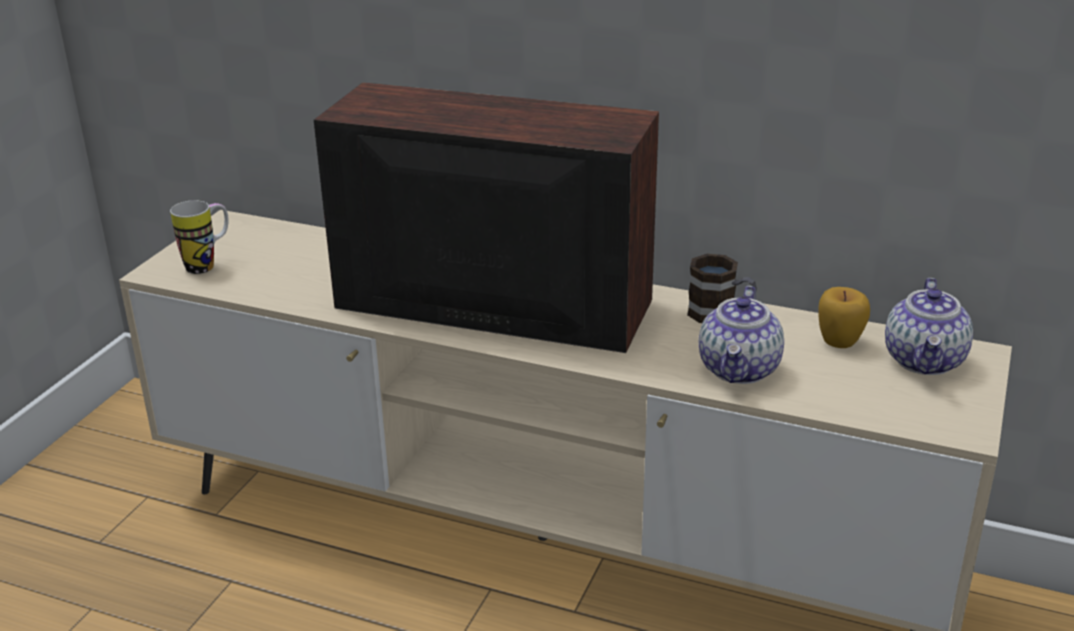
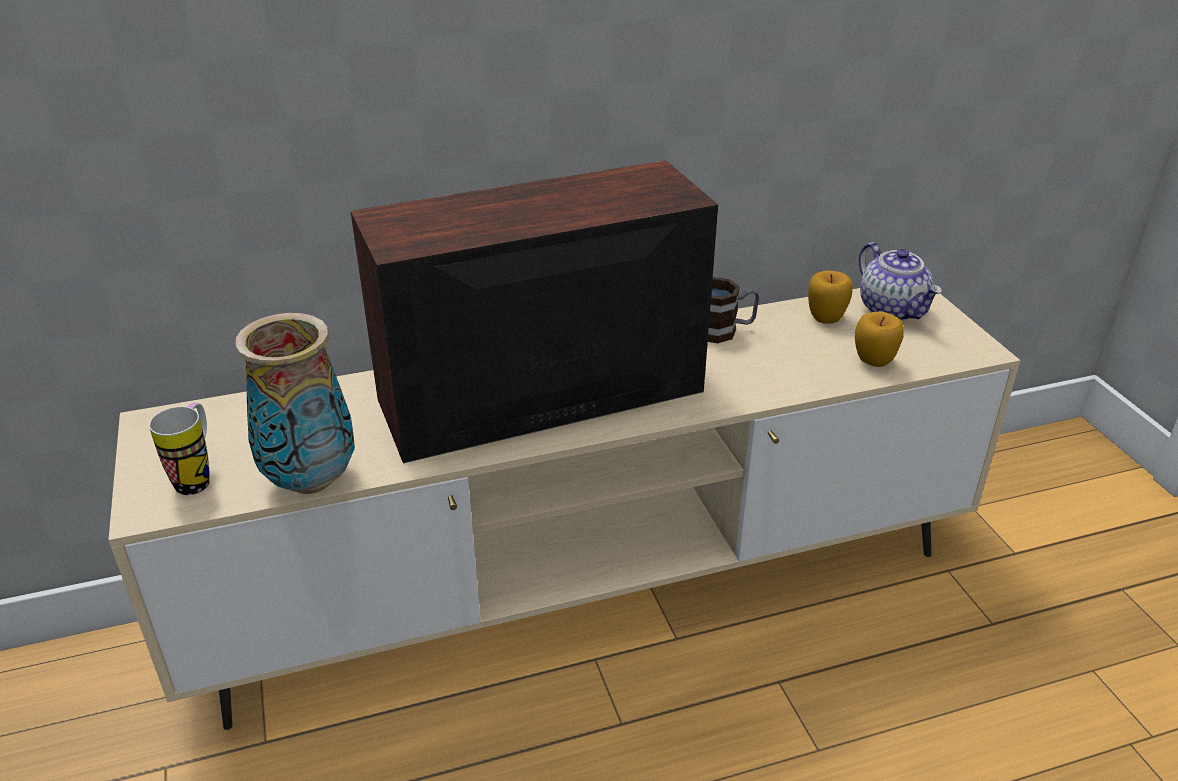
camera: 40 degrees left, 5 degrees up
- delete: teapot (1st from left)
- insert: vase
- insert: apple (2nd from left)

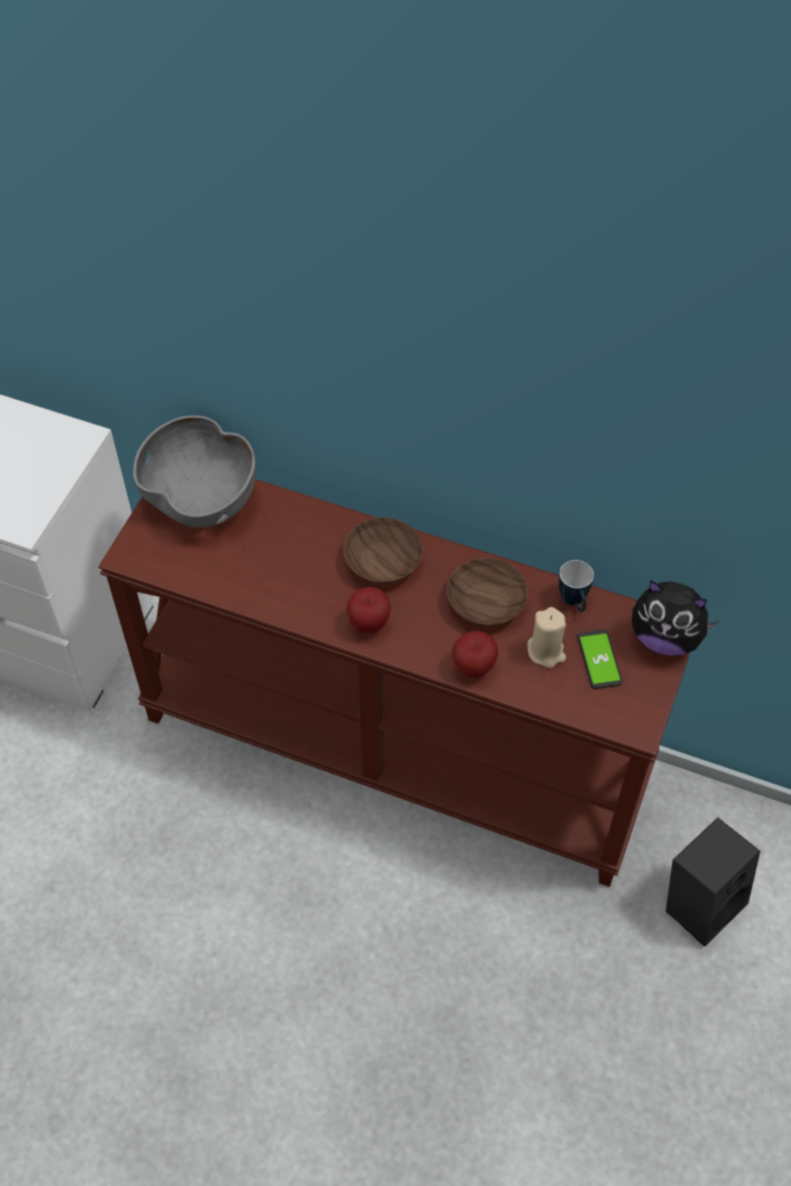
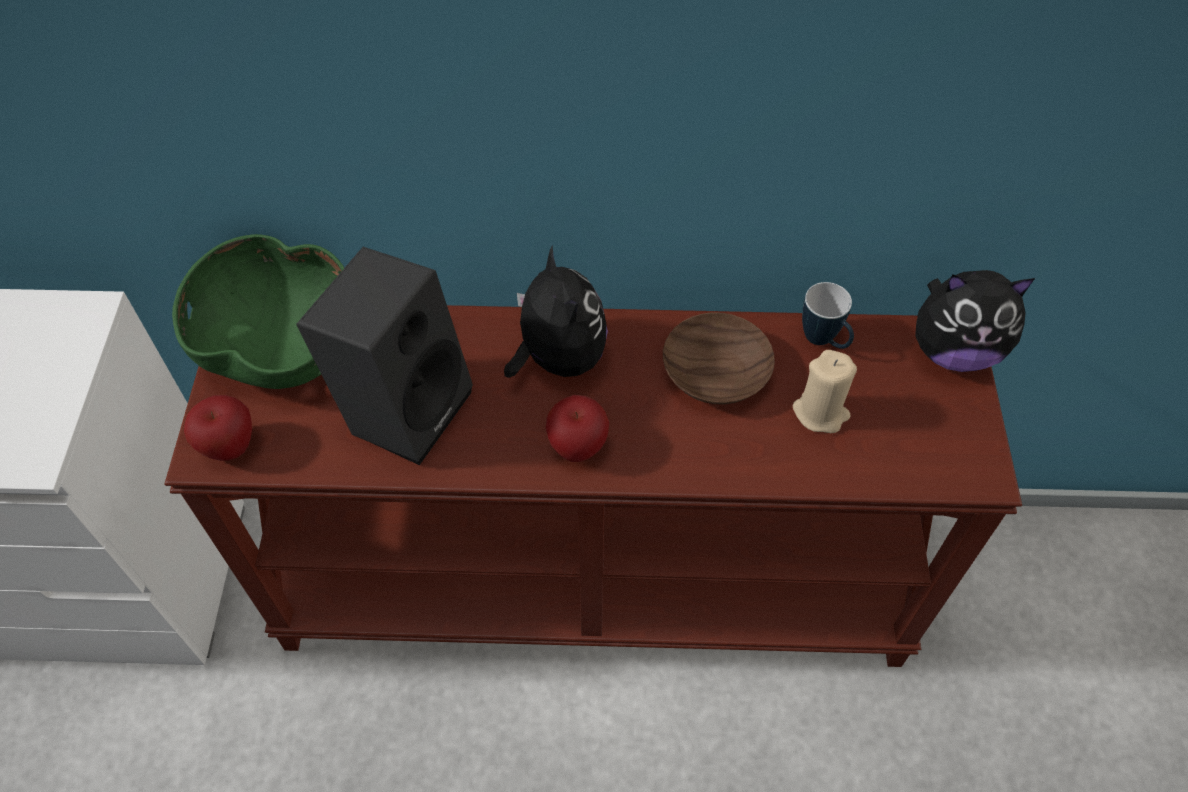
camera: 20 degrees left, 0 degrees up
- delete: phone
- move: apple (2nd from left in the first image) to apple (1st from left)
- move: speaker (black)
- replace: bowl (brown) (1st from left) to plush toy (1st from left)
- recolor: bowl (grey) to bowl (green)

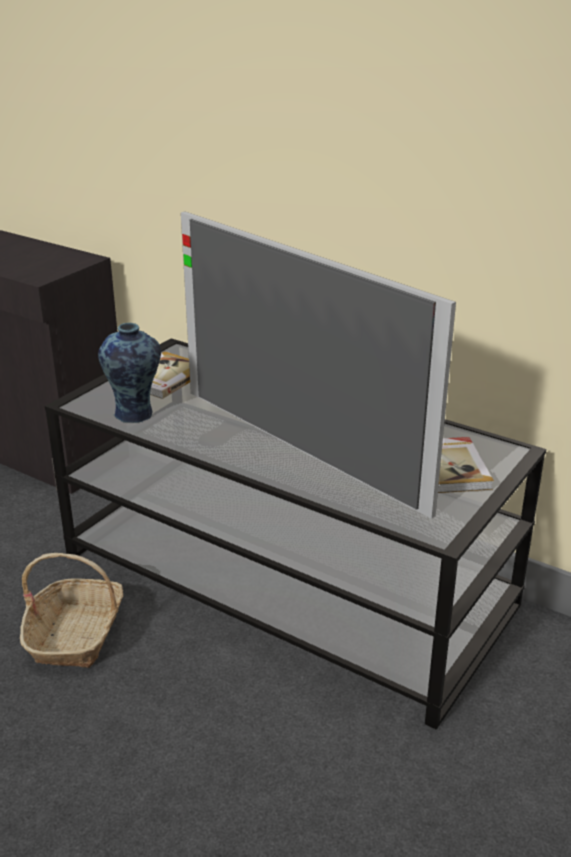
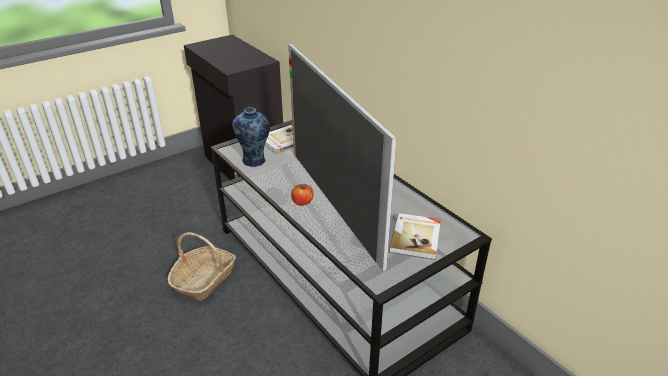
camera: 20 degrees right, 5 degrees up
- insert: apple

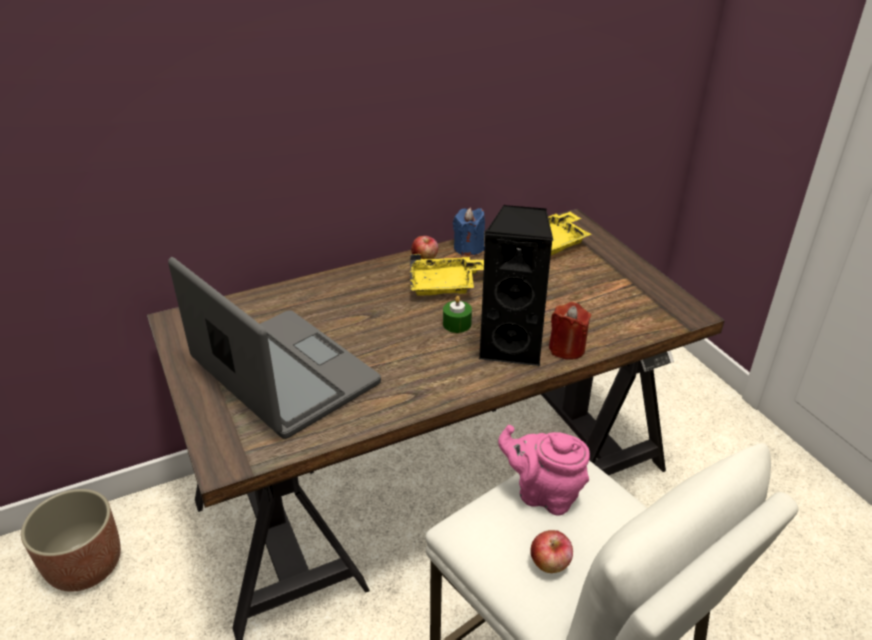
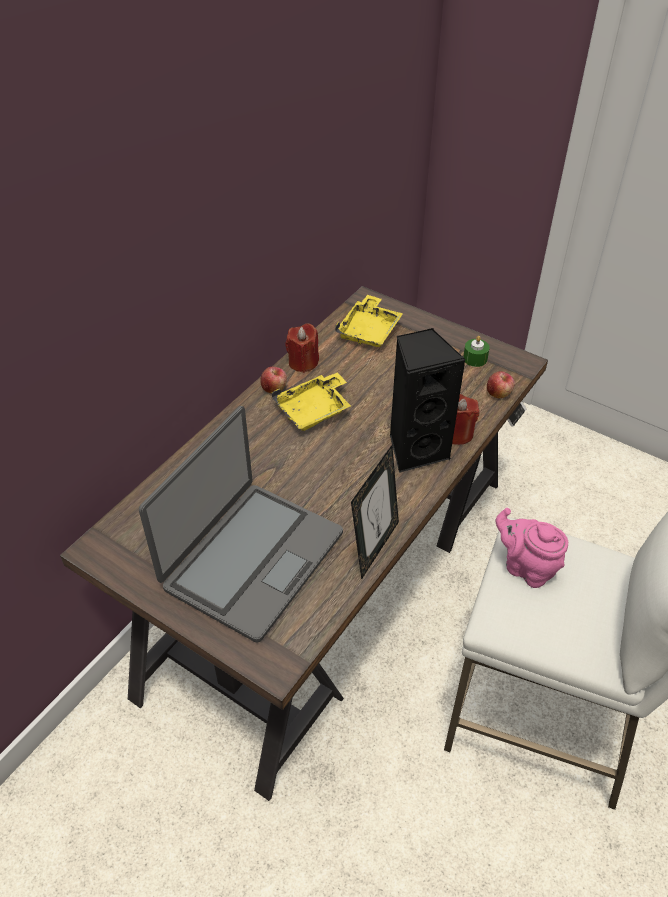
camera: 30 degrees left, 10 degrees up
- delete: planter
- insert: picture frame
- move: candle (green)
- move: apple (2nd from left)
- recolor: candle (blue) to candle (red) (1st from left)
- rotate: laptop 105 degrees clockwise
- rotate: teapot (pink) 45 degrees clockwise

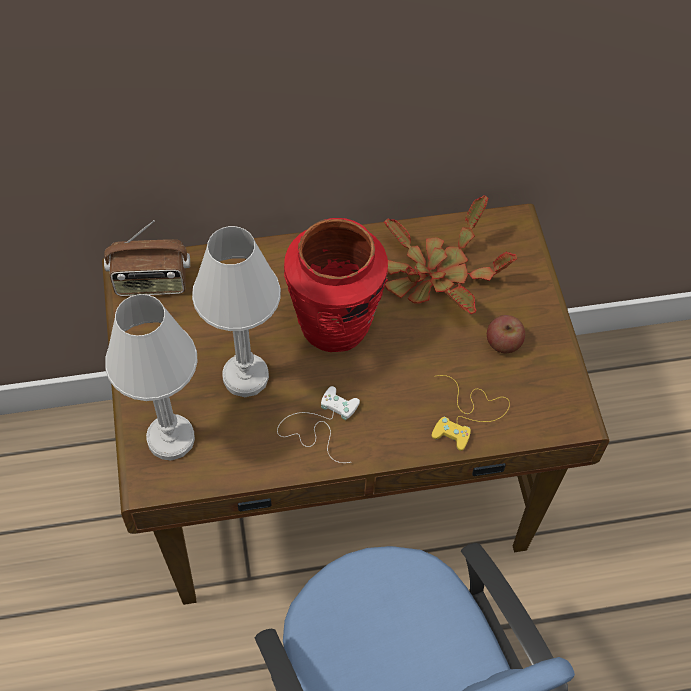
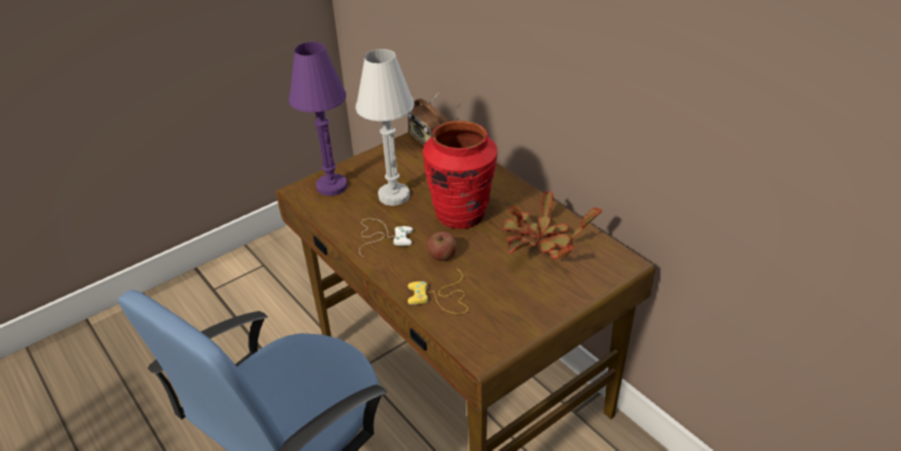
camera: 65 degrees right, 20 degrees down
- move: apple
- recolor: table lamp (white) (1st from left) to table lamp (purple)

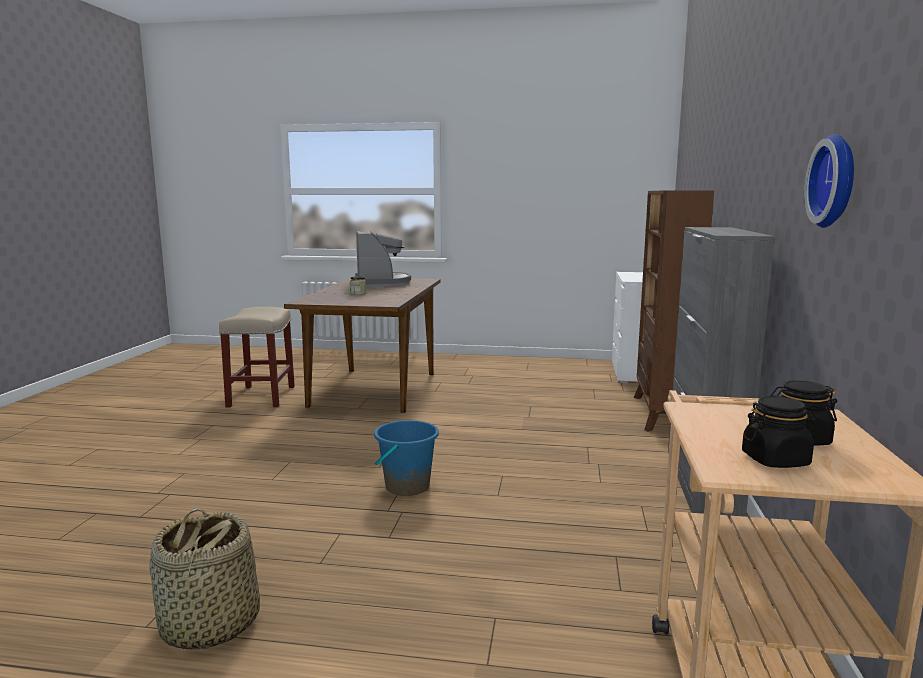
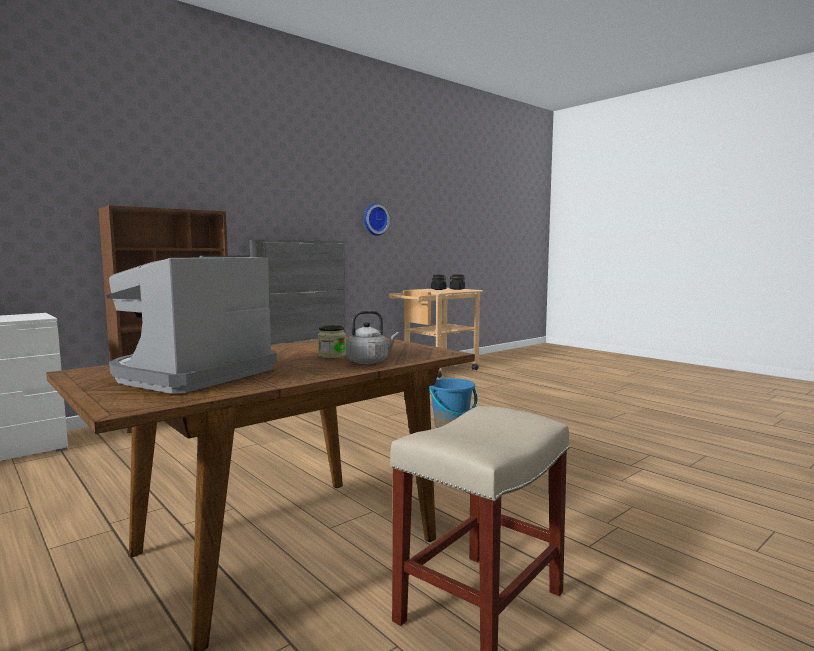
camera: 140 degrees left, 5 degrees down
- delete: basket
- insert: kettle (grey)

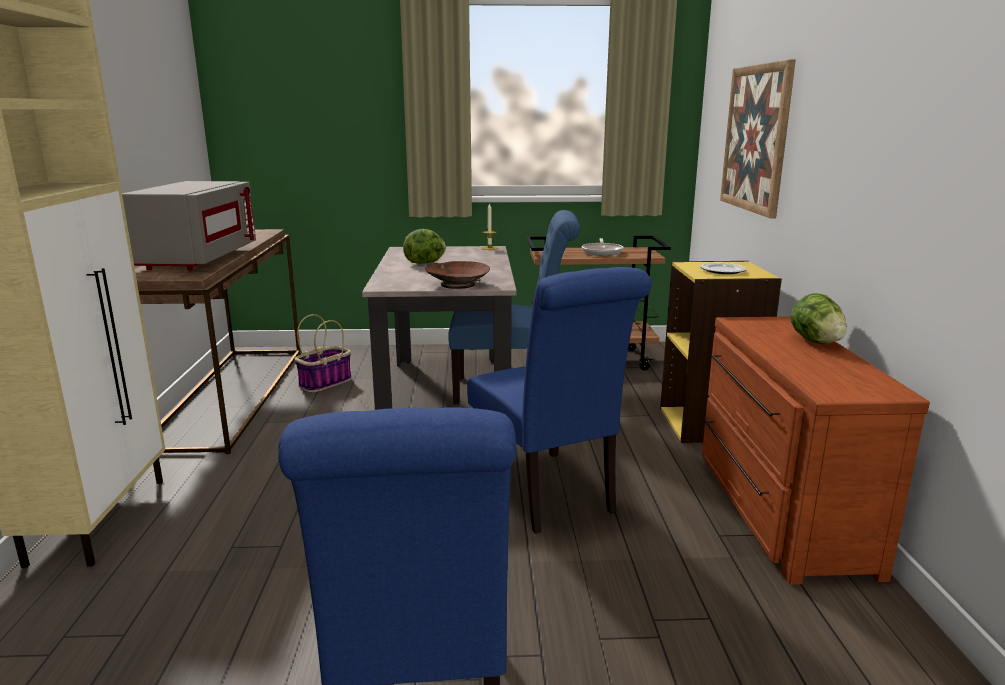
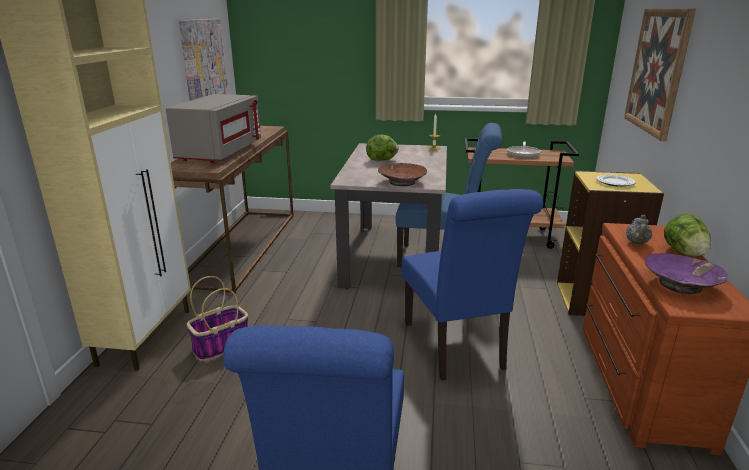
camera: 10 degrees right, 5 degrees up
- insert: picture (1st from left)
- insert: teapot (grey)
- insert: bowl (purple)
- move: basket

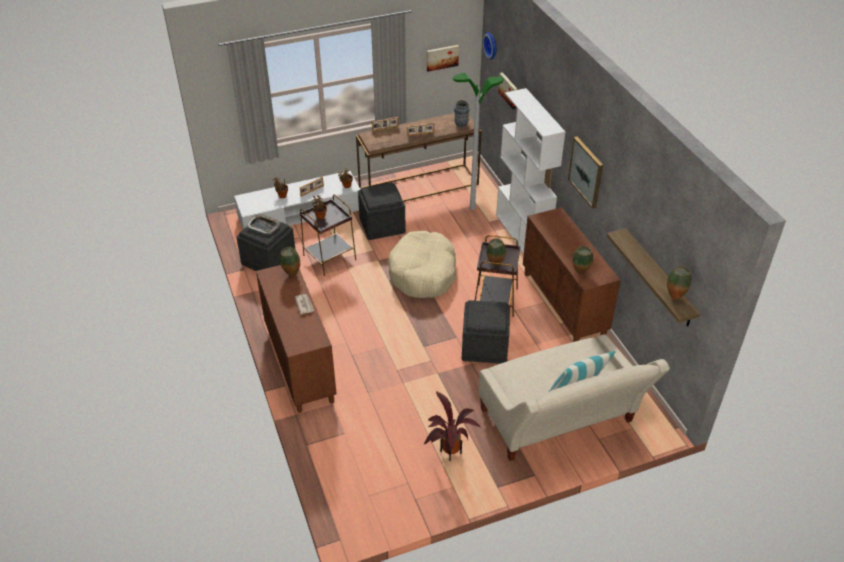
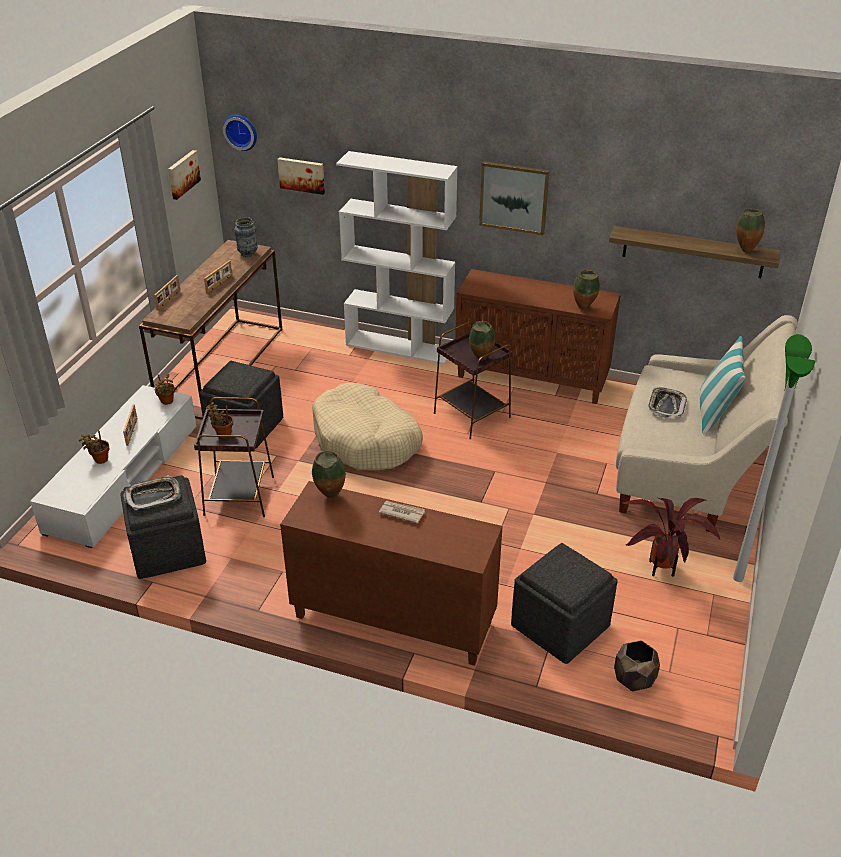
camera: 50 degrees left, 5 degrees down
- insert: planter (brown)
- insert: tray (2nd from left)
- move: floor lamp
- move: ottoman (grey) (3rd from left)

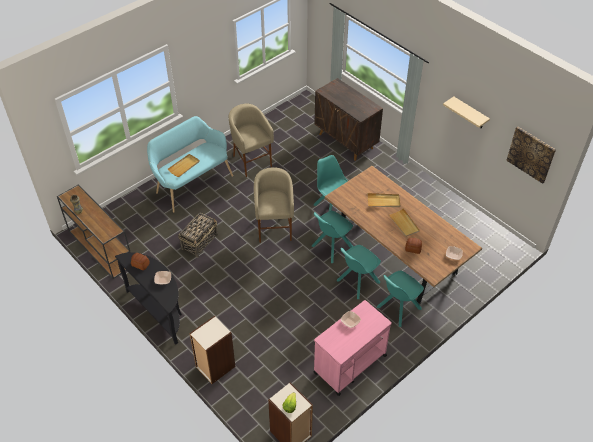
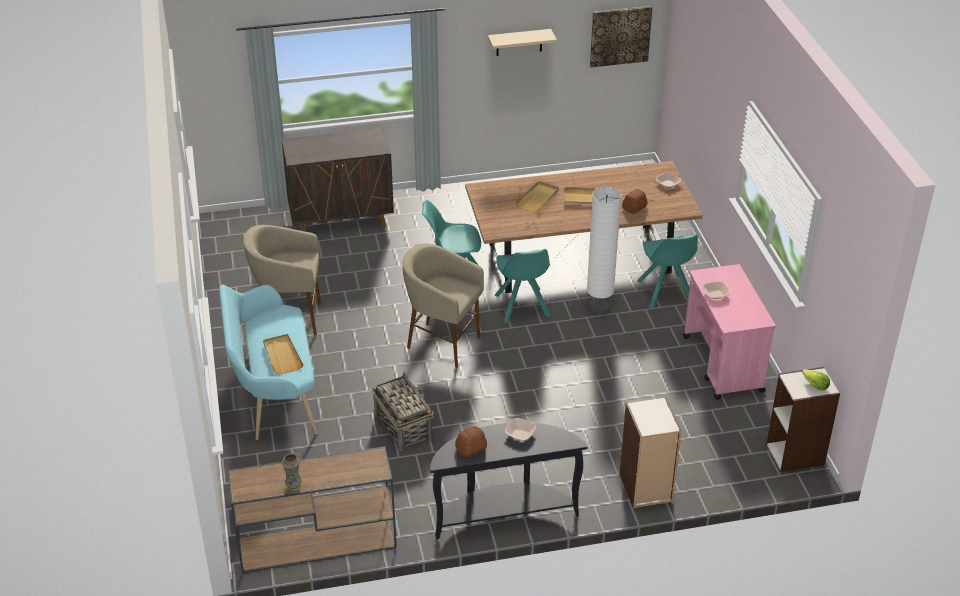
camera: 60 degrees left, 10 degrees down
- replace: chair (turquoise) (3rd from left) to floor lamp (white)

